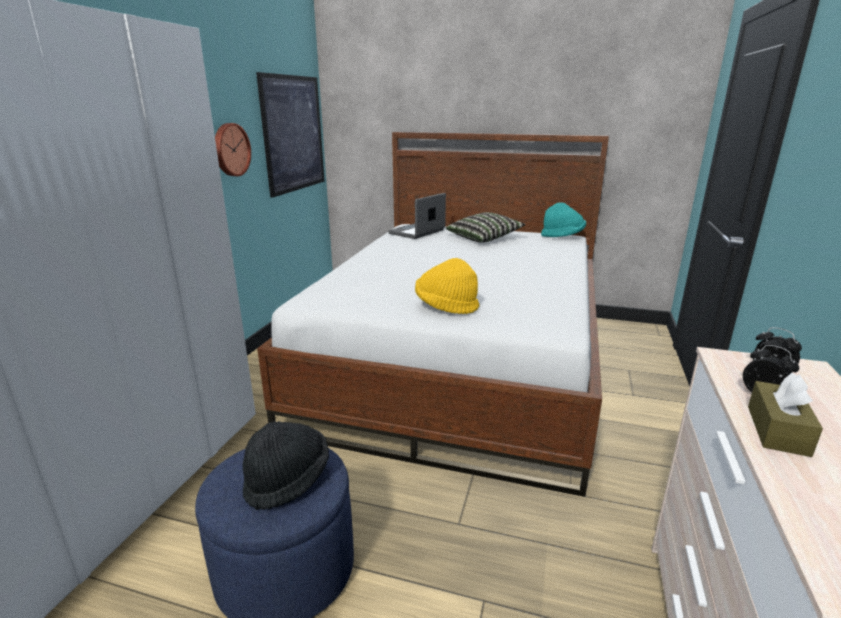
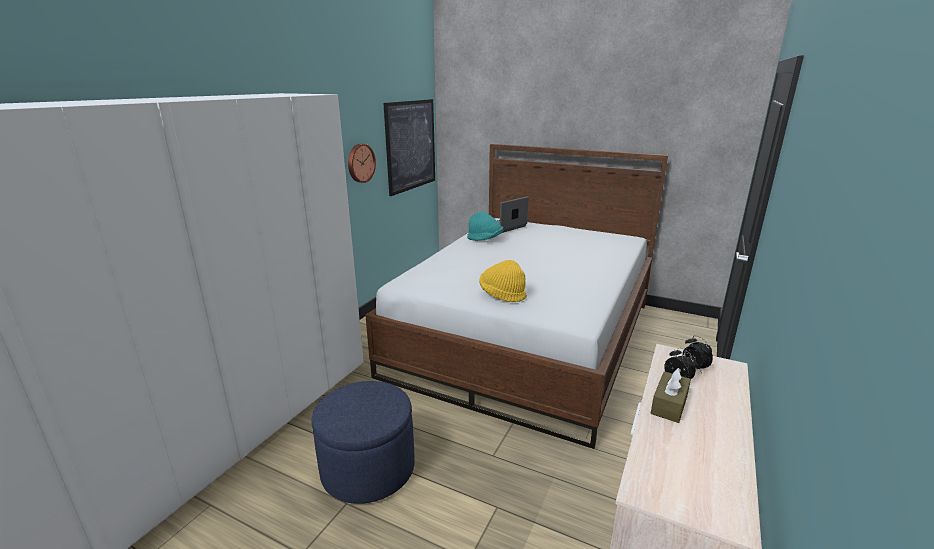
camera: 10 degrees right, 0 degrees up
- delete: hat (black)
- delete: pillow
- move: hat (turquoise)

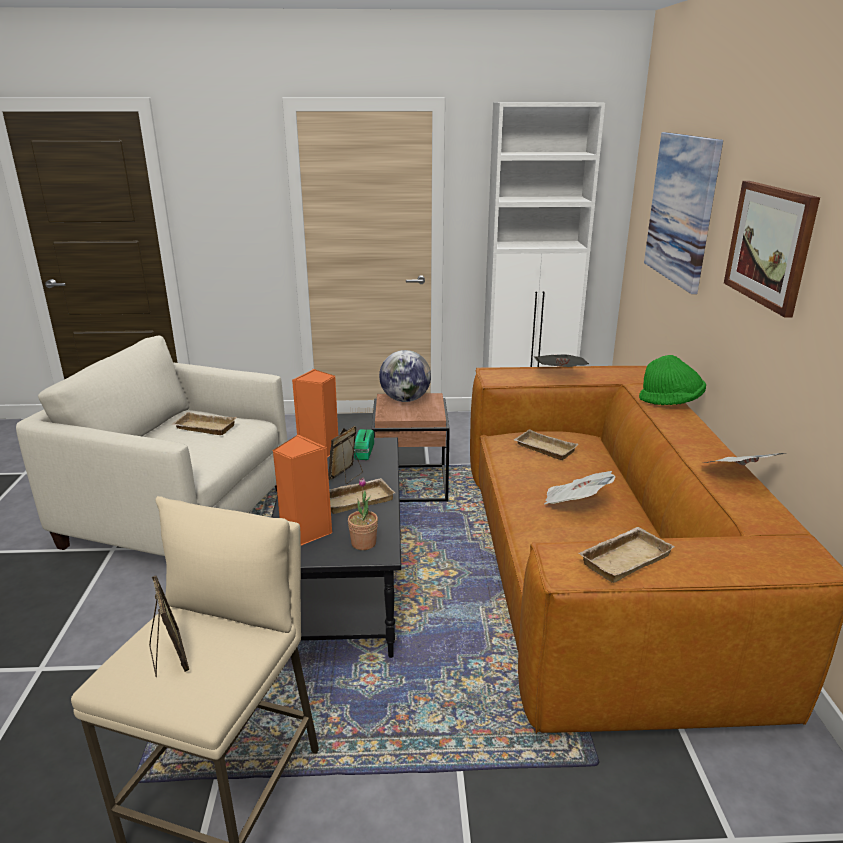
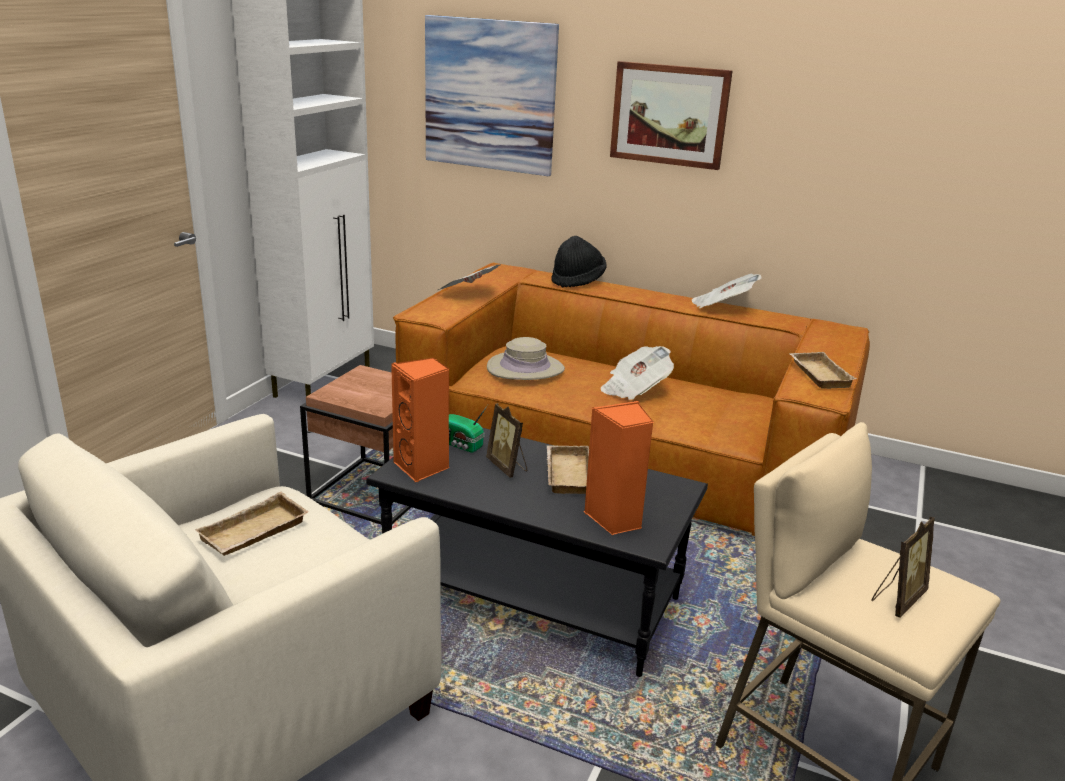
camera: 65 degrees left, 0 degrees up
- delete: potted plant
- delete: globe
- replace: tray (beige) (3rd from left) to hat (beige)
- recolor: hat (green) to hat (black)
- rotate: picture frame (1st from left in the first image) 135 degrees clockwise

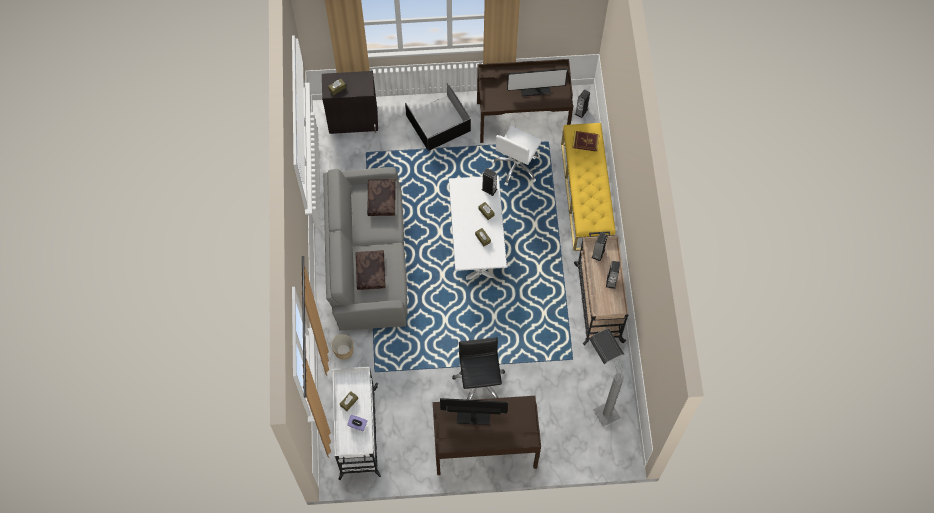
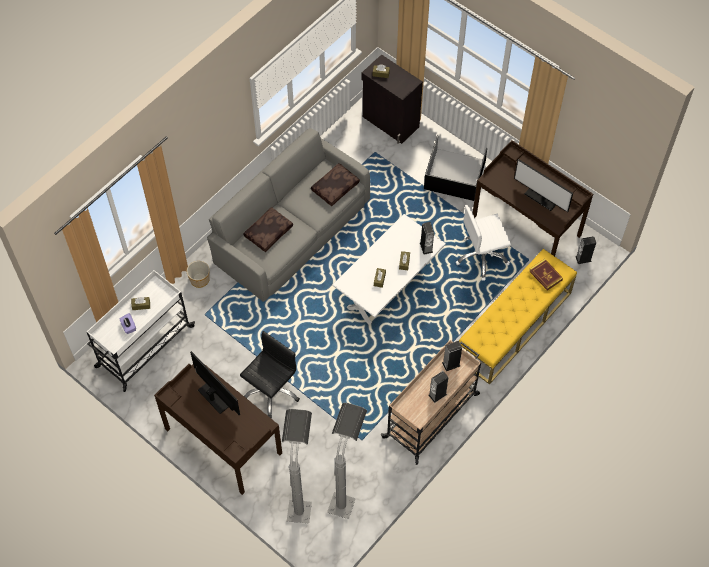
camera: 45 degrees right, 5 degrees down
- insert: floor lamp (grey) (1st from left)

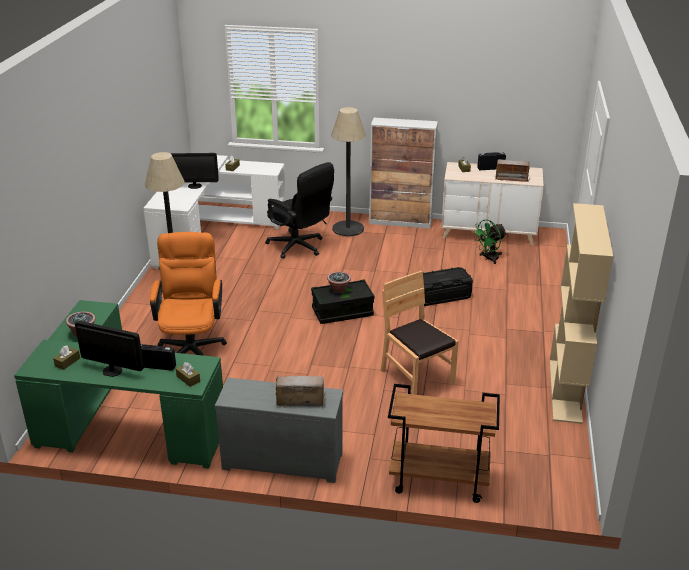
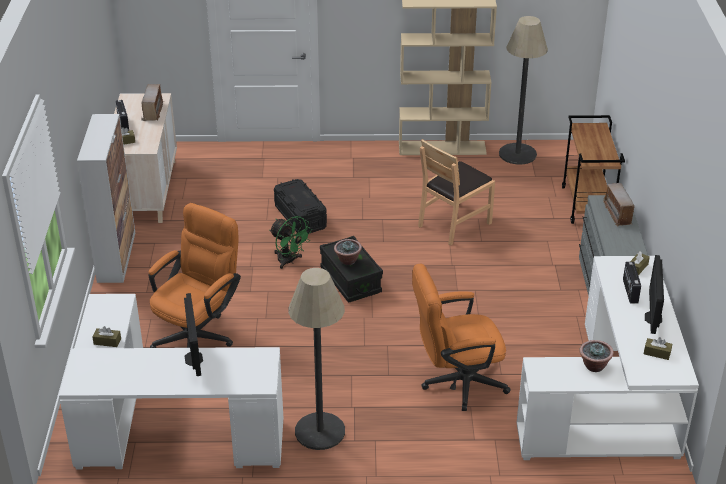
camera: 100 degrees left, 5 degrees up
- move: floor lamp (2nd from left)
- move: fan (green)
- recolor: desk (green) to desk (white) (2nd from left)
- recolor: office chair (black) to office chair (orange) (1st from left)

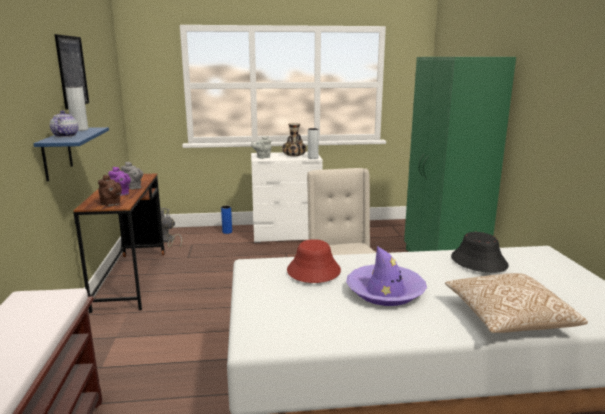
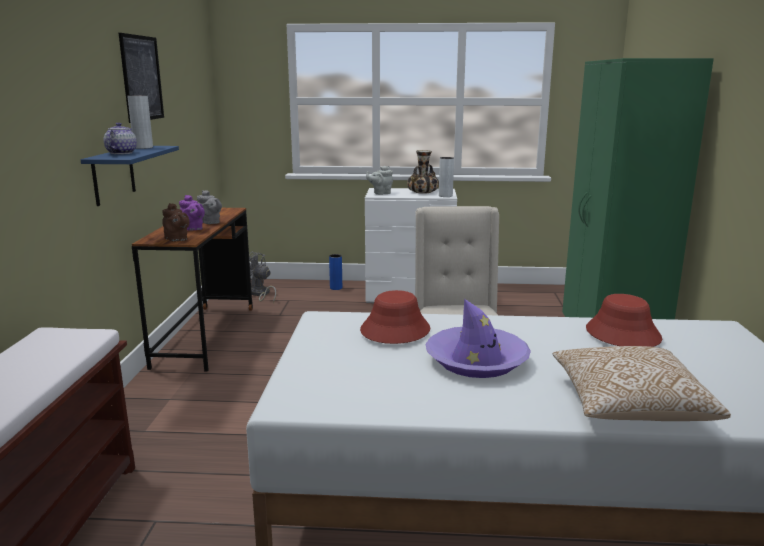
camera: 10 degrees right, 0 degrees up
- recolor: hat (black) to hat (red) (2nd from left)

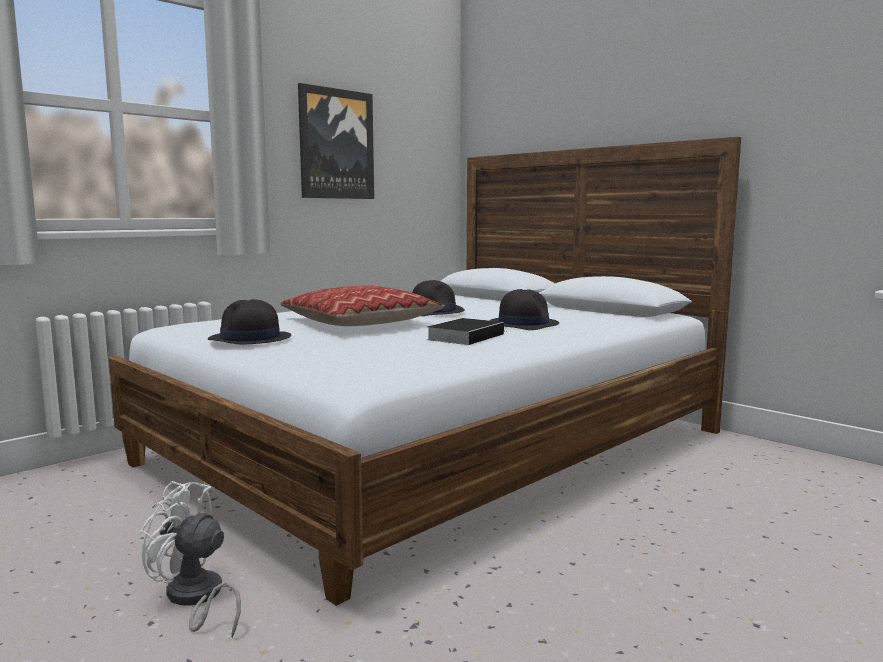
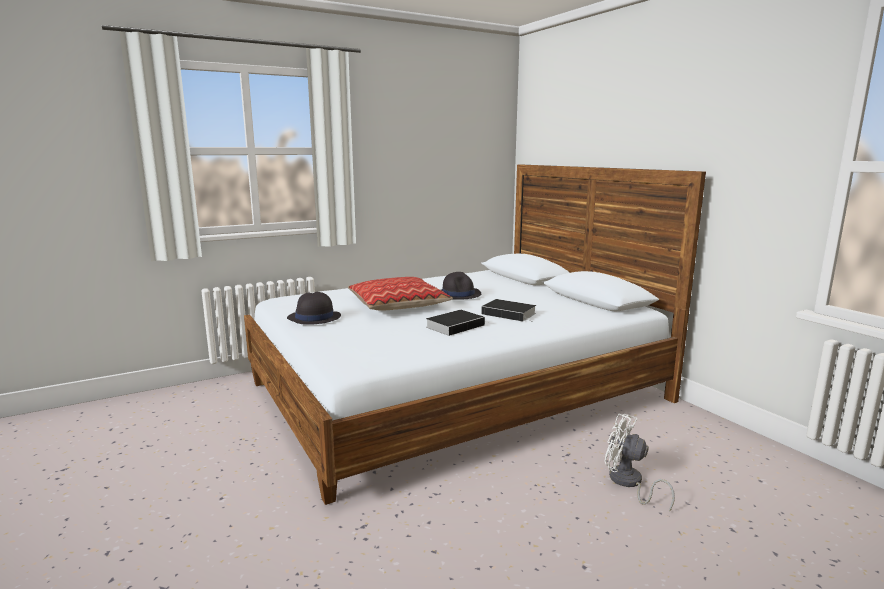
camera: 15 degrees right, 5 degrees up
- delete: picture
- move: fan (white)
- replace: hat (black) (3rd from left) to book (2nd from left)

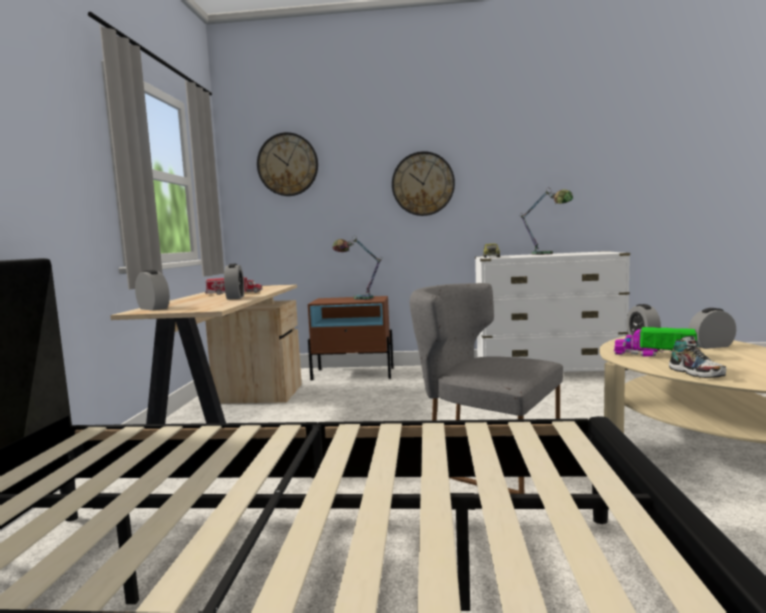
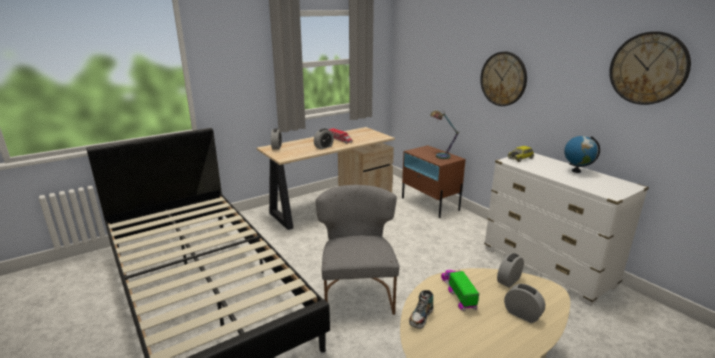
camera: 50 degrees right, 15 degrees up
- move: wall clock (1st from left in the first image) to wall clock (2nd from left)
- replace: table lamp (2nd from left) to globe

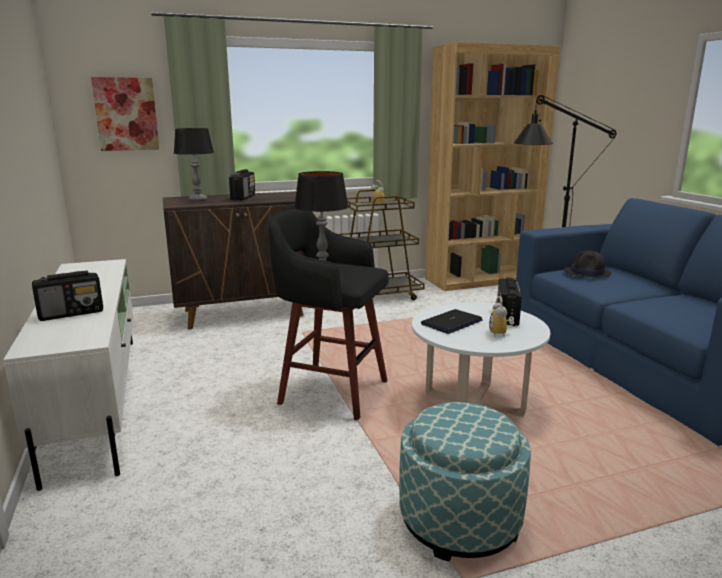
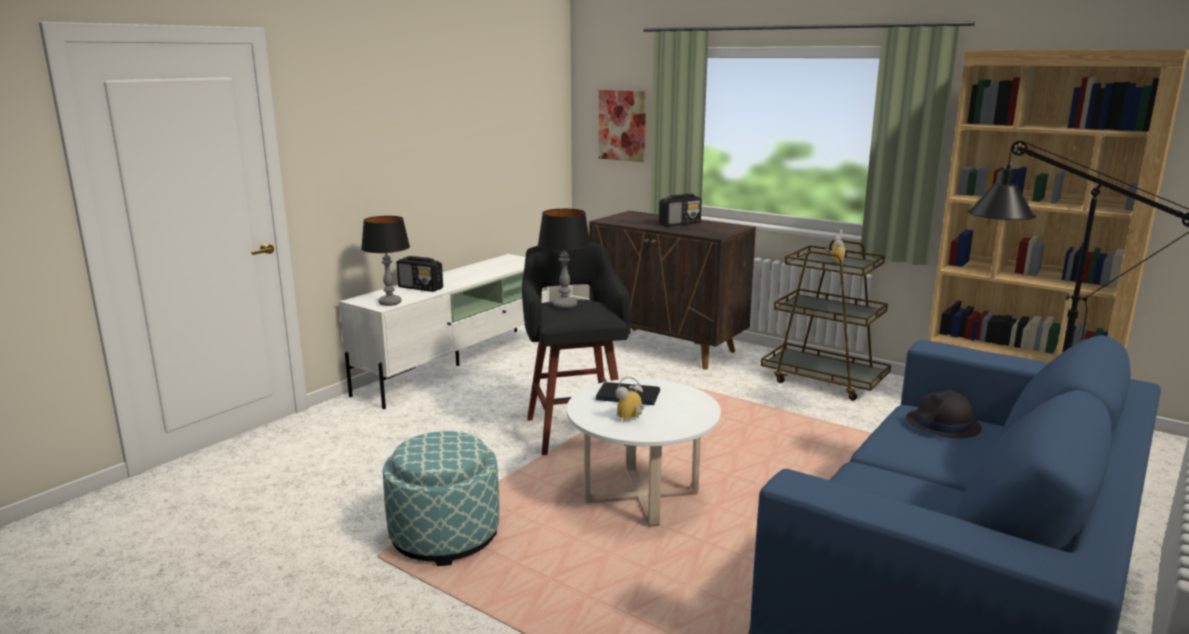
camera: 55 degrees right, 0 degrees up
- delete: radio (3rd from left)
- move: table lamp (1st from left)

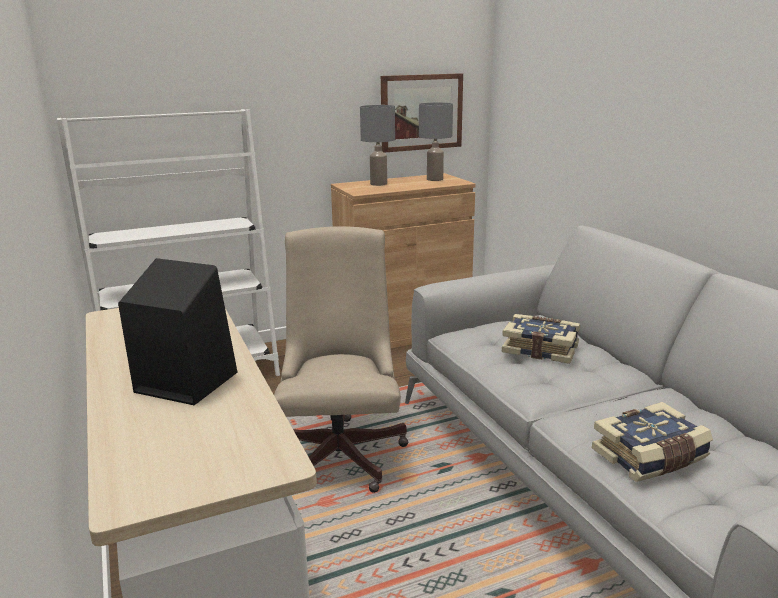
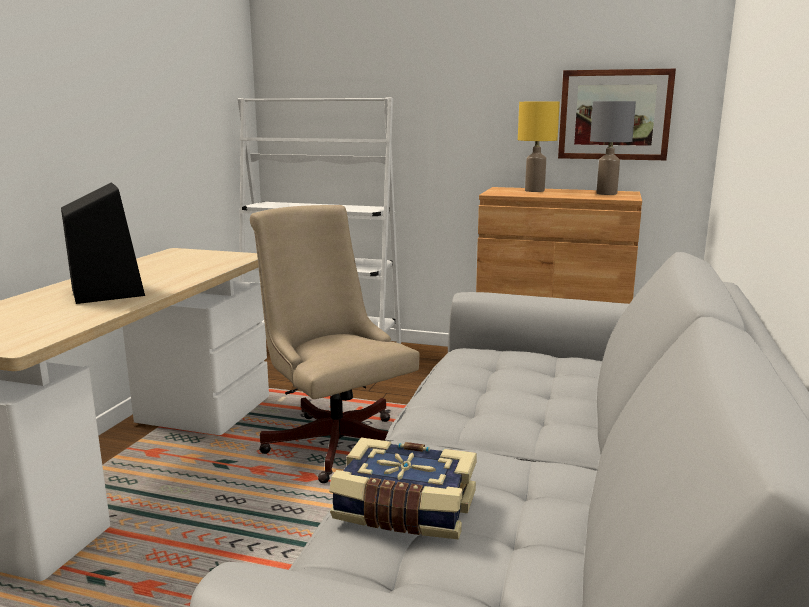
camera: 40 degrees right, 5 degrees down
- delete: book (1st from left)
- recolor: table lamp (grey) (1st from left) to table lamp (yellow)
- rotate: office chair (beige) 75 degrees counterclockwise

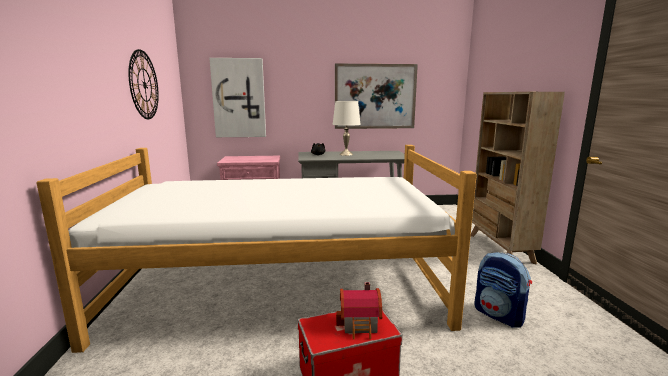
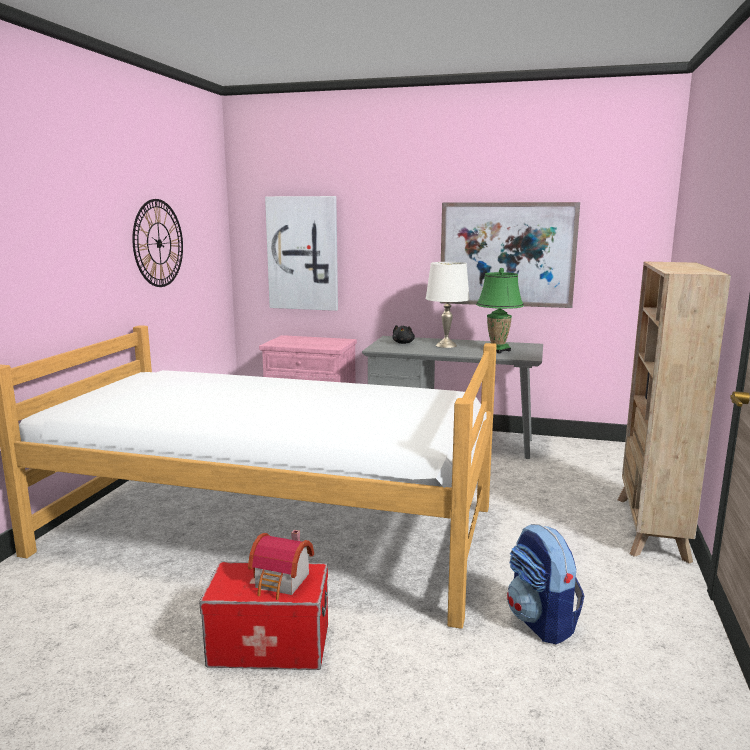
camera: 20 degrees right, 0 degrees up
- insert: table lamp (green)

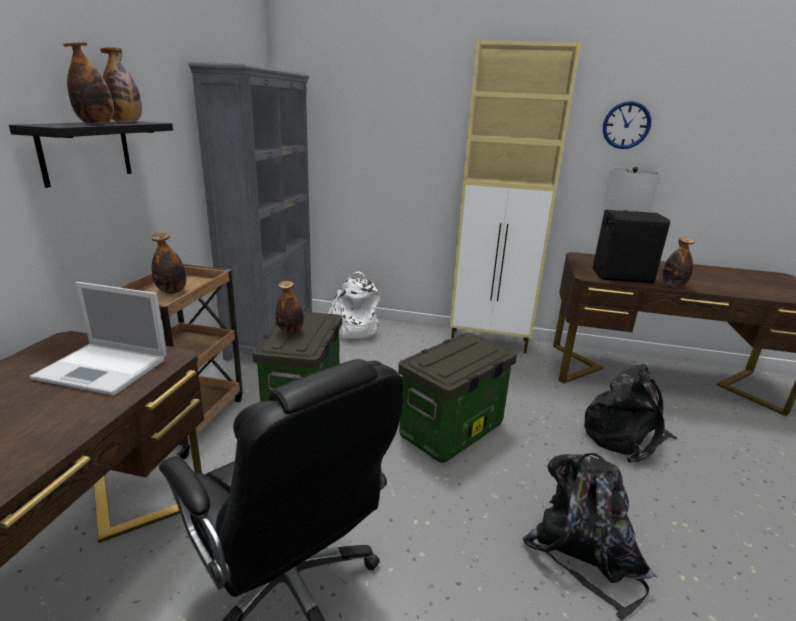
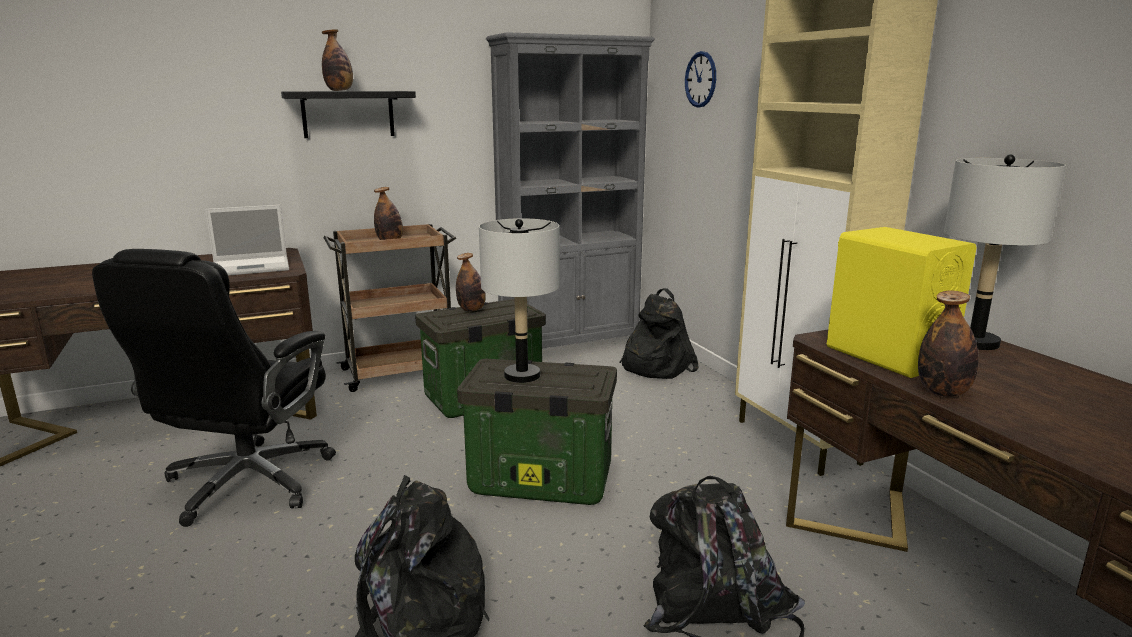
camera: 55 degrees right, 5 degrees down
- delete: bottle (2nd from left)
- insert: table lamp (grey) (1st from left)
- move: wall clock
- recolor: backpack (white) to backpack (black) (2nd from left)
- recolor: speaker (black) to speaker (yellow)
- rotate: laptop 90 degrees counterclockwise

